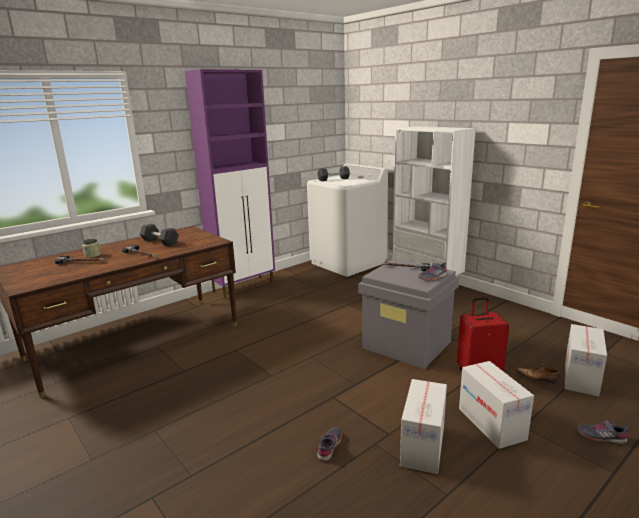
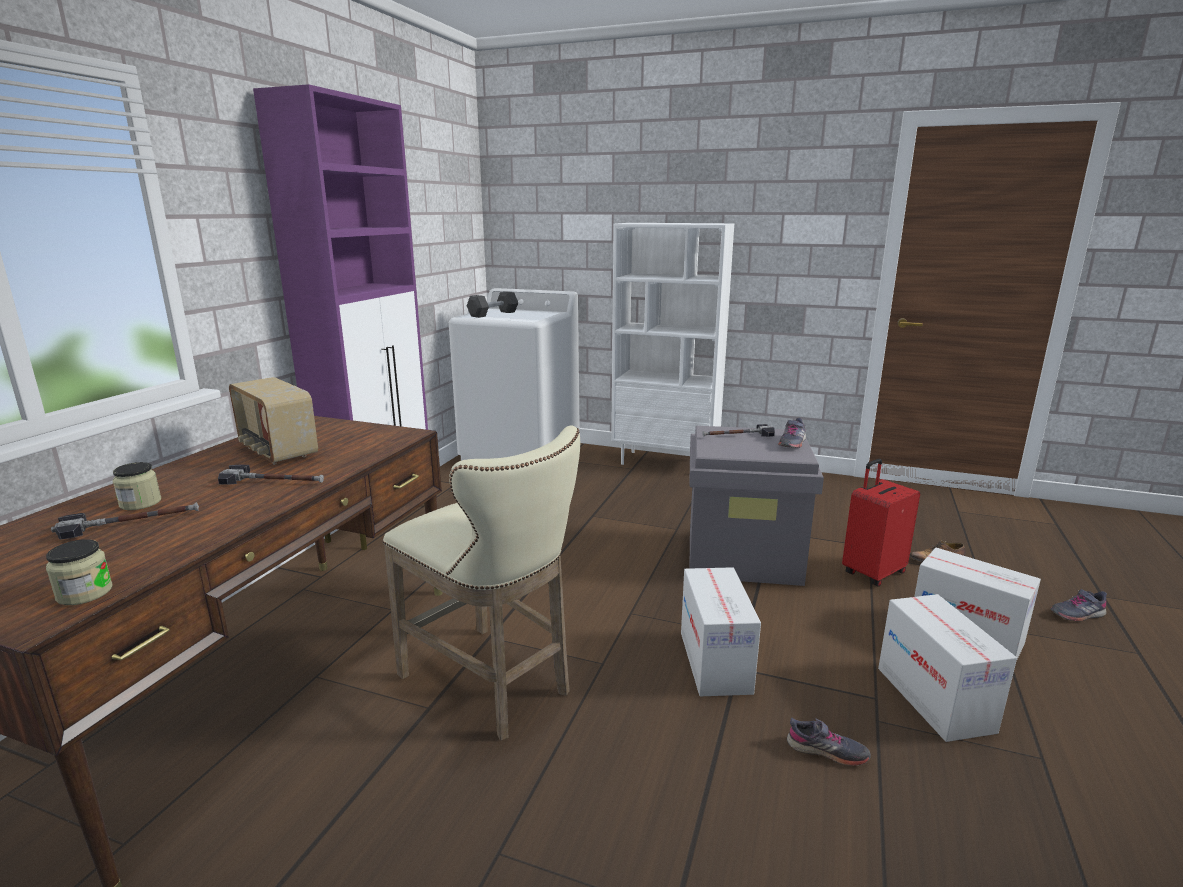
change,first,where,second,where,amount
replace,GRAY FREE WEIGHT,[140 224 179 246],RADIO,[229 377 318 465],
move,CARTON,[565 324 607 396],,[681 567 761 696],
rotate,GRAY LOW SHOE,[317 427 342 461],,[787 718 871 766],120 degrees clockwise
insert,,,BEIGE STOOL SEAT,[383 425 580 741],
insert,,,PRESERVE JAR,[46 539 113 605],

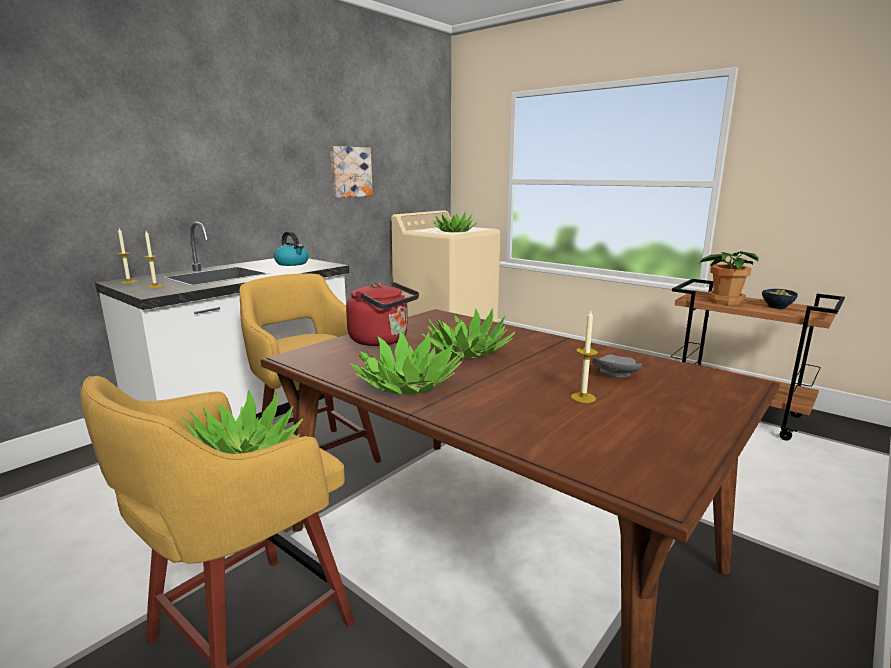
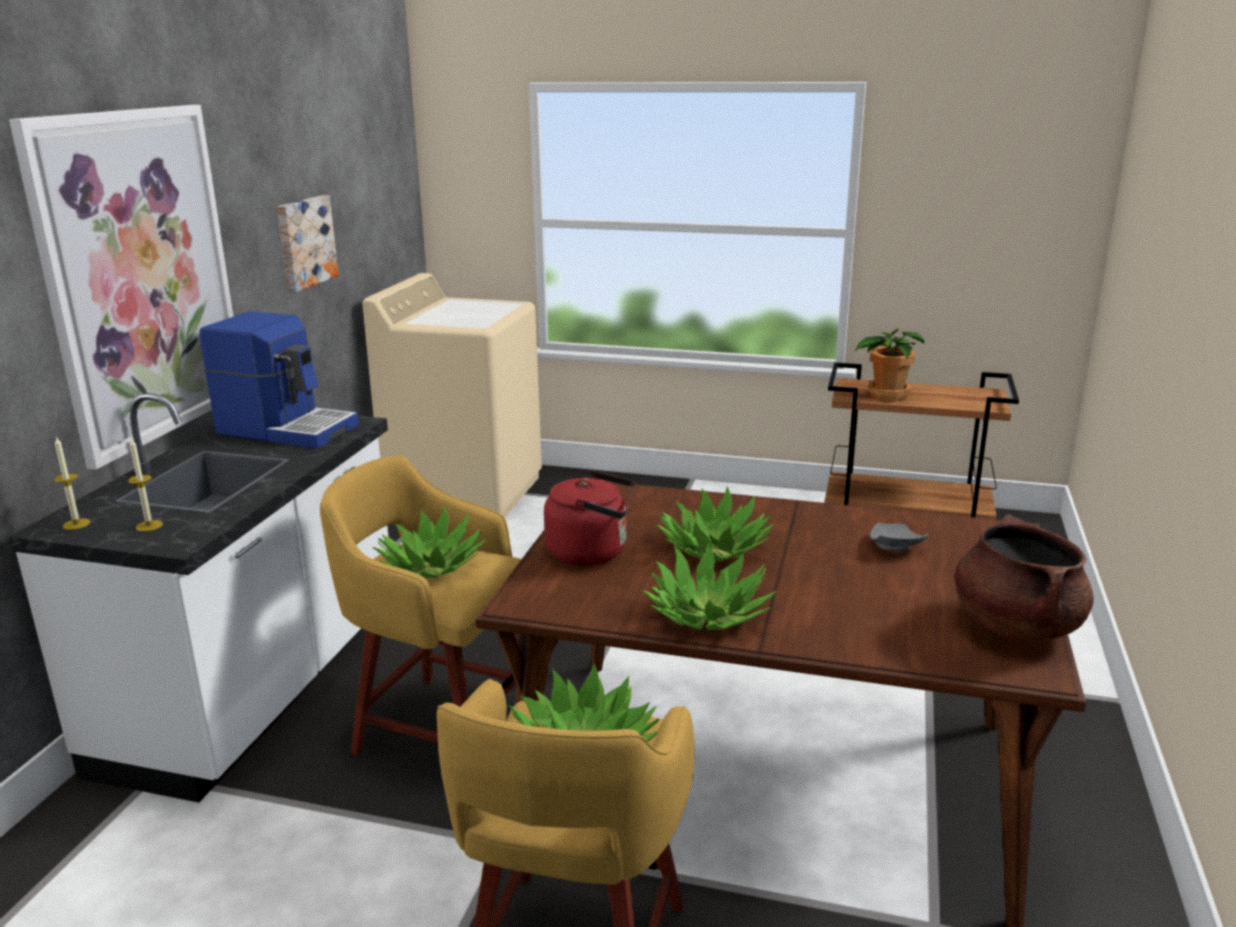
change,first,where,second,where,amount
move,HOUSEPLANT,[432 212 477 232],,[373 506 486 578],
replace,WATER KETTLE,[274 231 309 266],COFFEE MAKER,[199 311 359 448],
delete,DEEP DISH,[762 289 798 309],,,
delete,CANDLE,[571 311 598 403],,,
insert,,,WALL PICTURE,[9 105 233 470],
insert,,,BROWN COOKING POT,[955 514 1094 642],

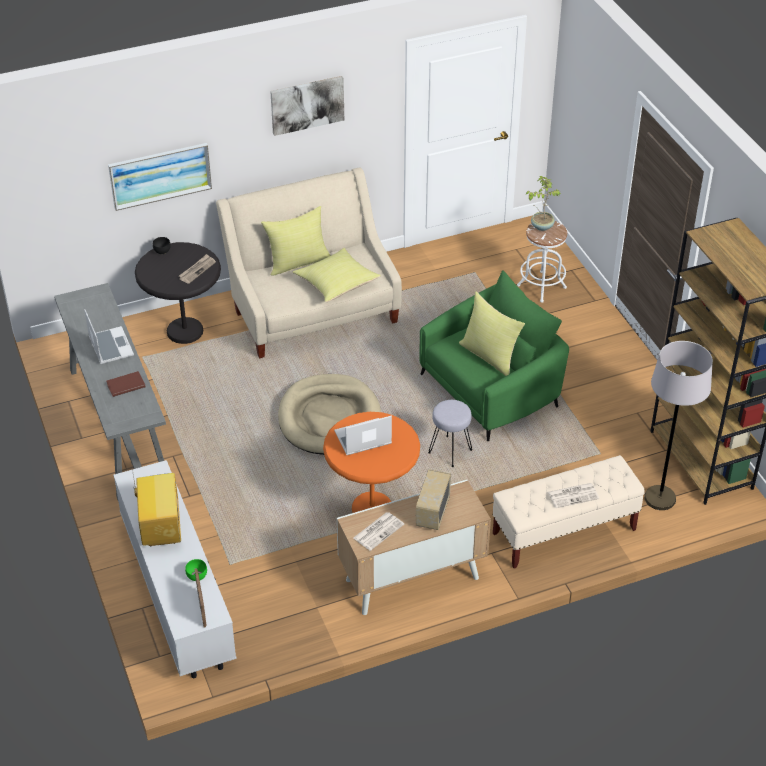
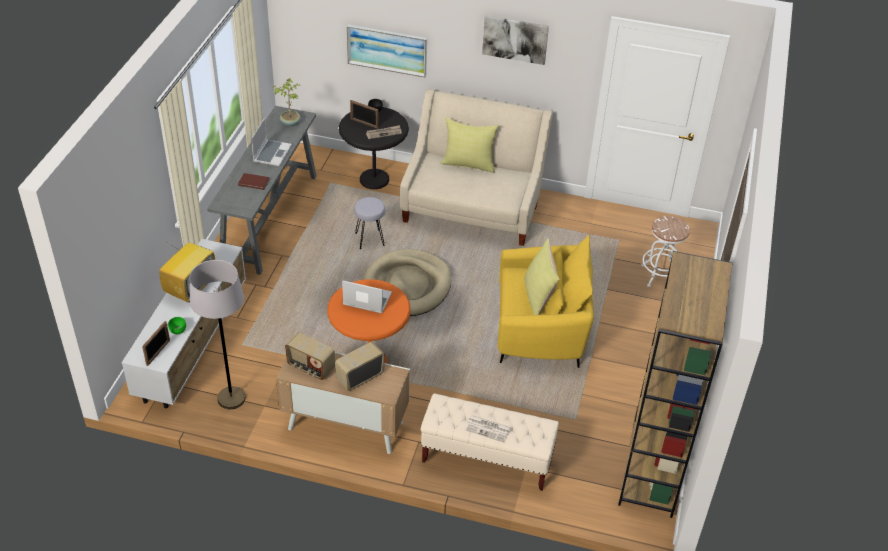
change,first,where,second,where,amount
move,HOUSEPLANT,[526 176 561 231],,[273 78 300 127],
delete,YELLOW PILLOW,[293 248 381 302],,,
recolor,GREEN-COLOURED EASY CHAIR,[419 270 569 441],YELLOW EASY CHAIR,[498 234 594 368],
move,GRAY STANDING LAMP,[644 341 713 510],,[189 260 246 409],
move,GRAY STOOL SEAT,[428 400 472 467],,[354 197 385 249],
replace,NEWSPAPER,[353 512 404 551],RADIO,[285 333 335 380],
insert,,,STANDING FRAME,[350 100 379 129],

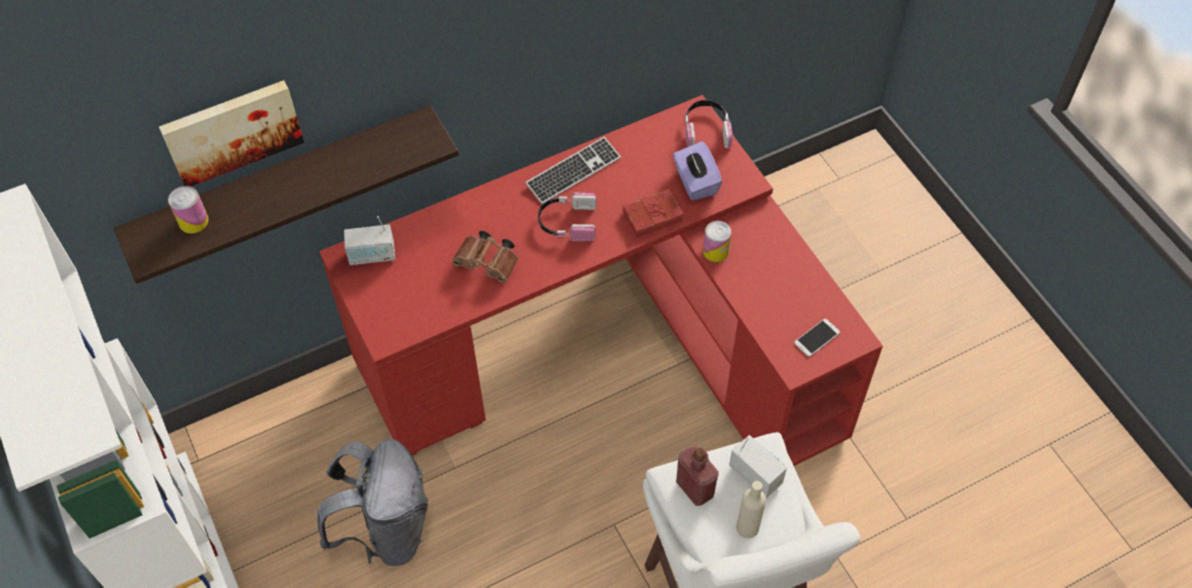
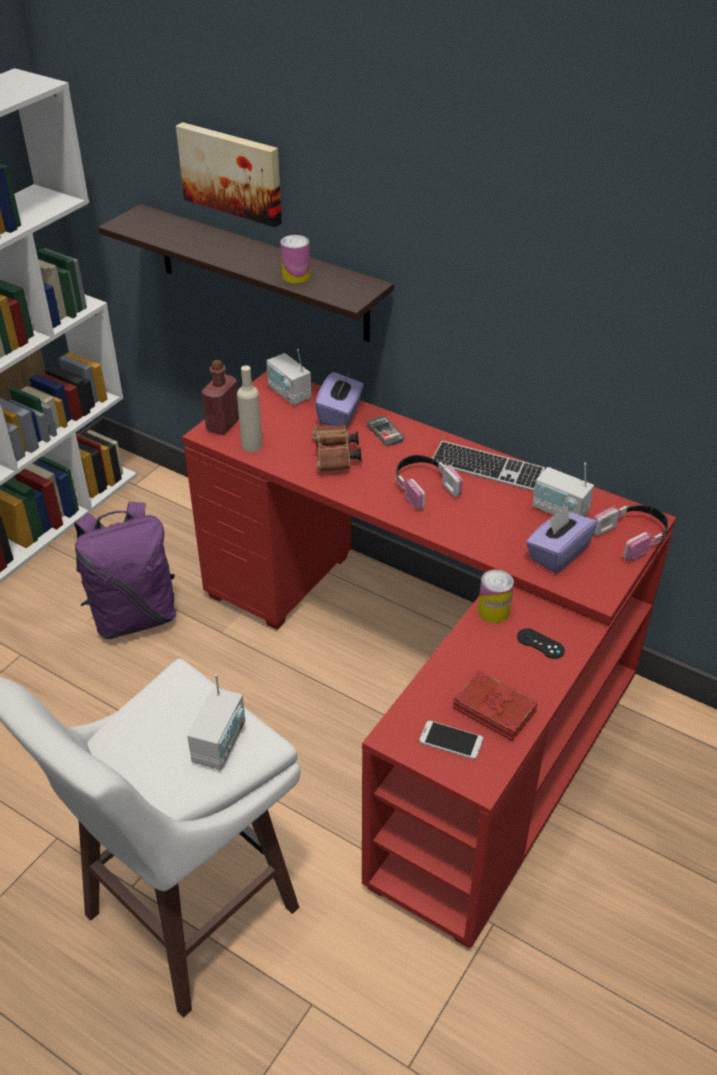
change,first,where,second,where,amount
move,CAN,[168 186 209 233],,[280 235 310 283],
move,REDDISH BOOK,[623 189 684 238],,[453 669 538 741],
recolor,GRAY RUCKSACK,[317 439 428 566],PURPLE-COLOURED RUCKSACK,[74 502 176 639],
move,REDDISH DRINK BOTTLE,[676 446 719 506],,[201 360 239 435],
move,BEIGE DRINK BOTTLE,[736 481 766 538],,[237 365 263 452],
insert,,,PURPLE-COLOURED TISSUE HOLDER,[315 372 364 428],
insert,,,PHONE,[366 416 405 446],
insert,,,RADIO,[532 463 594 517],
insert,,,BLACK GAMEPAD,[517 628 565 659],

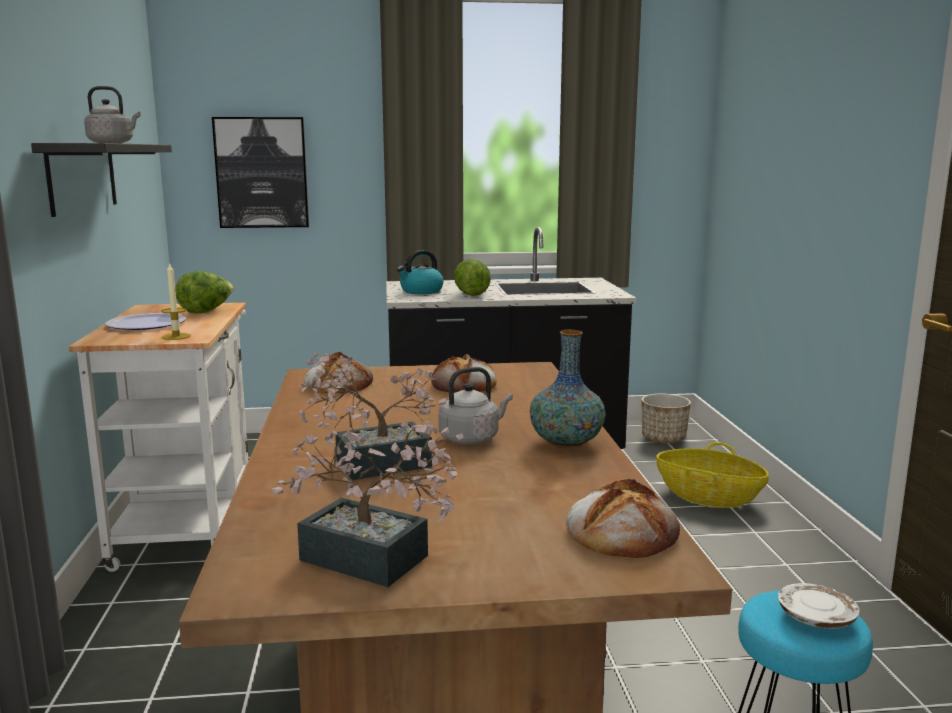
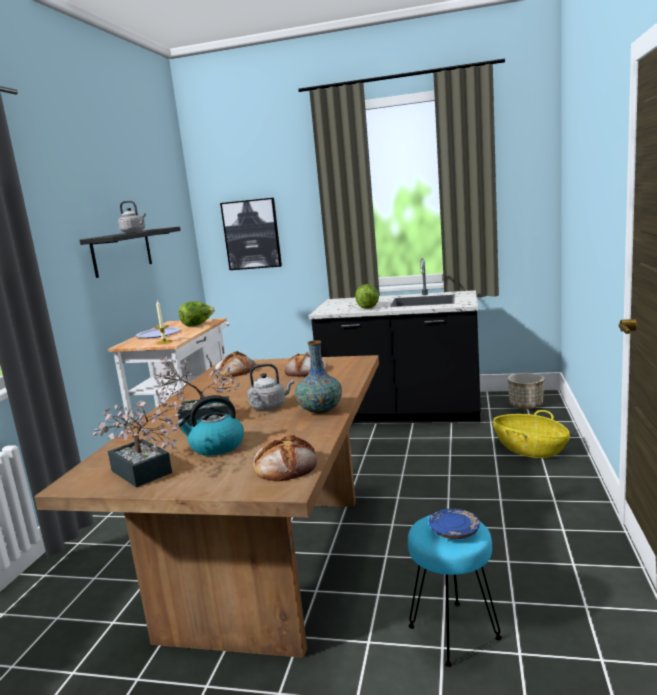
change,first,where,second,where,amount
move,WATER KETTLE,[397 250 444 294],,[176 395 244 456],
recolor,WHITE FLAT DISH,[778 583 860 629],BLUE FLAT DISH,[429 509 480 539],

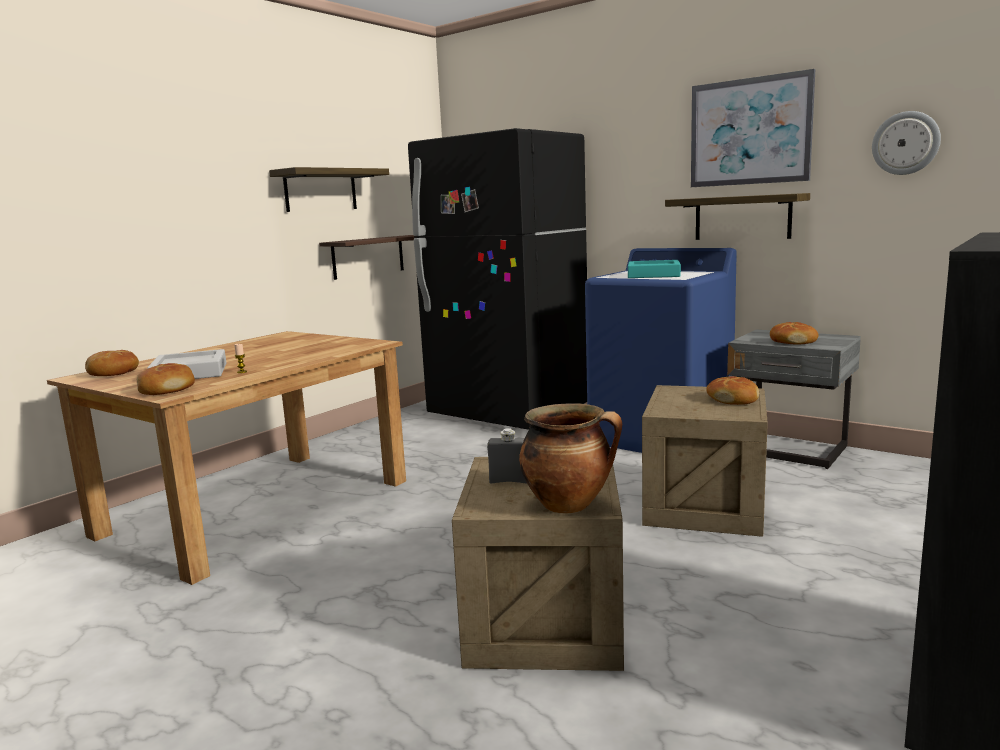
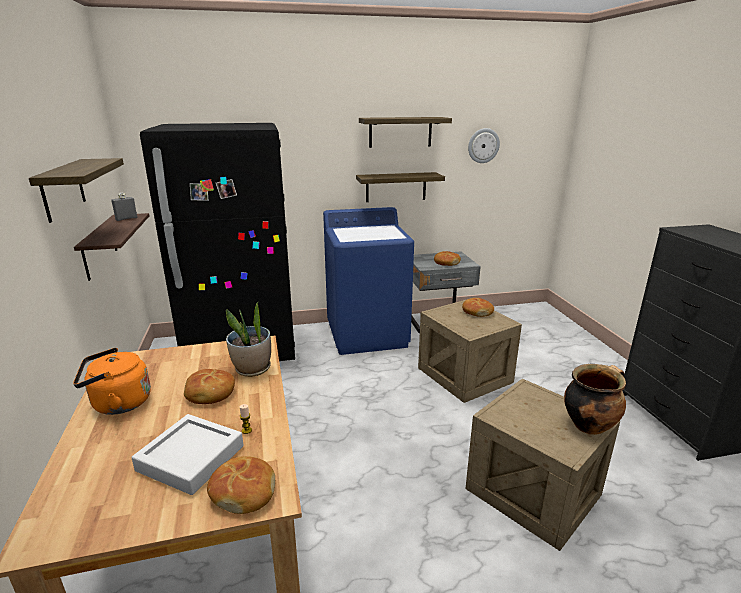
change,first,where,second,where,amount
replace,WALL PICTURE,[691 69 815 187],BRACKET SHELF,[359 117 452 148],
delete,TURQUOISE CARRYING TRAY,[628 260 681 278],,,
move,BAKED BREAD,[85 350 139 376],,[184 369 235 404],
move,GRAY DRINK BOTTLE,[487 428 527 483],,[111 193 138 221],
insert,,,HOUSEPLANT,[226 301 271 377],
insert,,,ORANGE WATER KETTLE,[73 348 151 415],

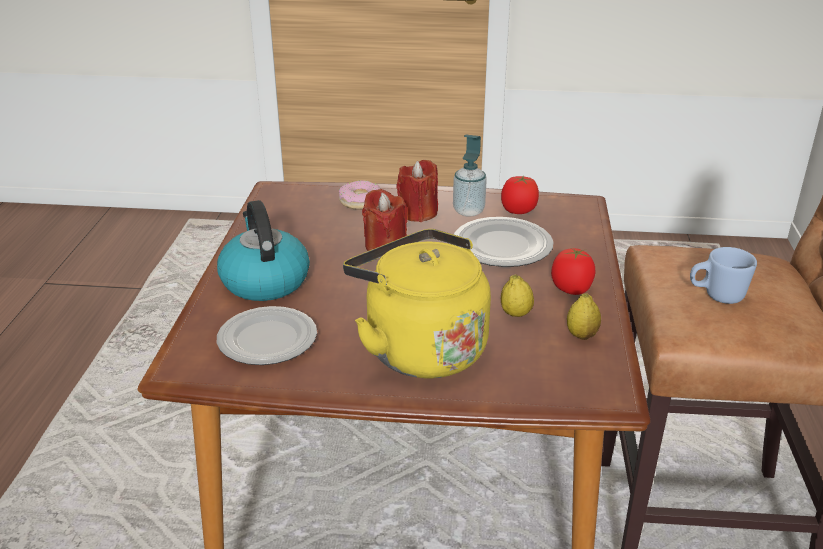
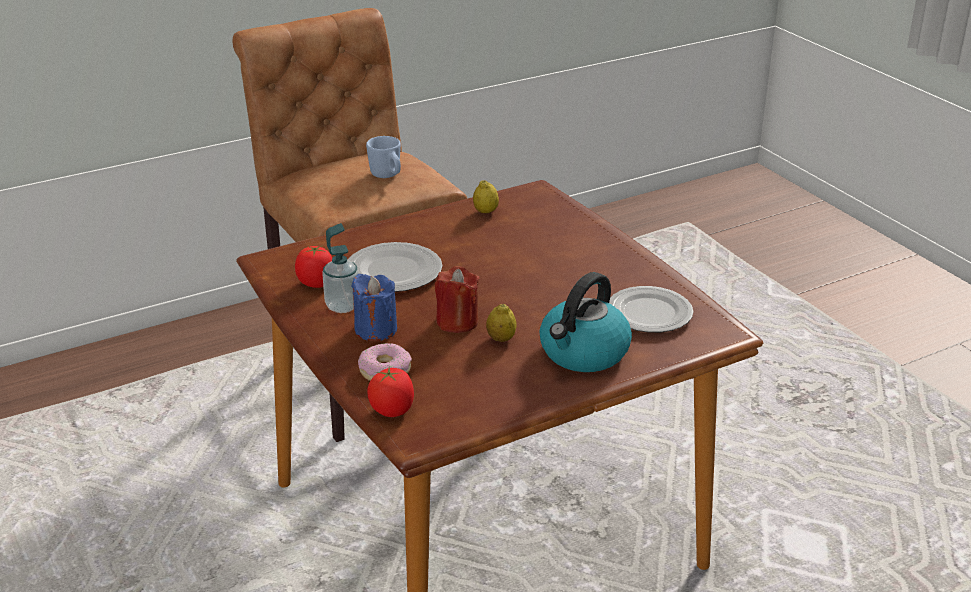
change,first,where,second,where,amount
recolor,REDDISH CANDLE,[396 160 438 222],BLUE CANDLE,[351 274 397 341],
delete,YELLOW WATER KETTLE,[343 229 491 378],,,
move,WHOLE TOMATO,[551 248 595 295],,[367 366 414 417],
move,CITRUS FRUIT,[501 274 534 317],,[486 304 517 342],

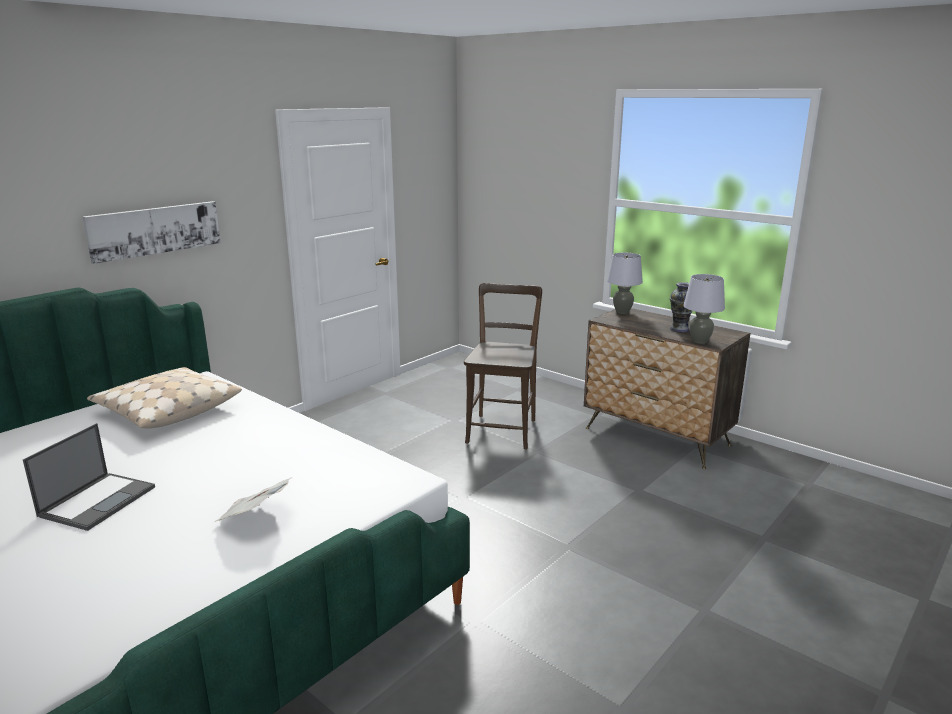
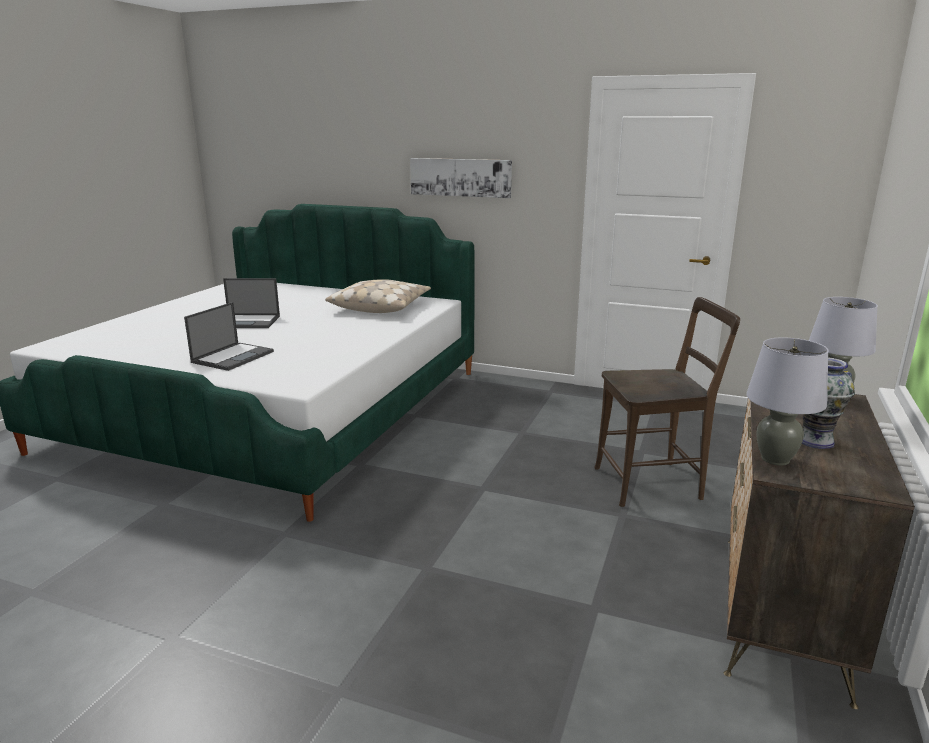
change,first,where,second,where,amount
replace,NEWSPAPER,[215 477 293 522],LAPTOP,[184 302 274 371],

